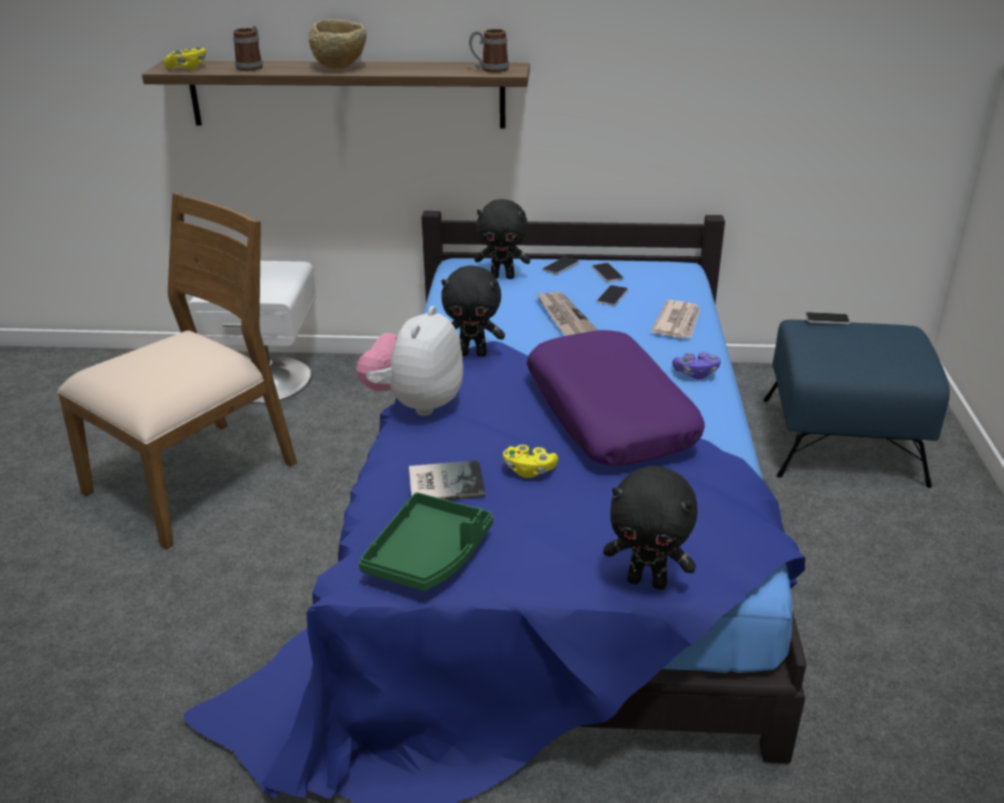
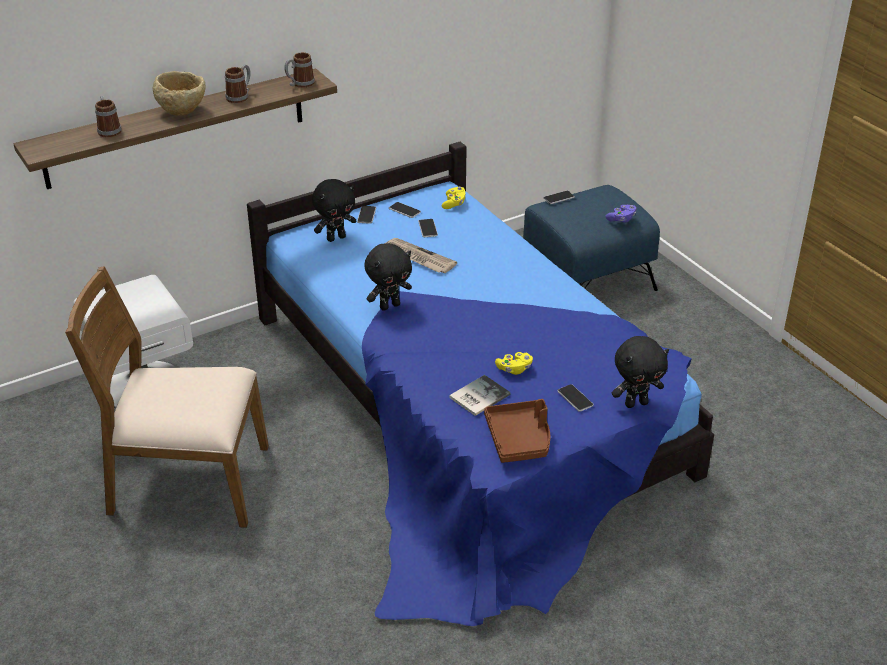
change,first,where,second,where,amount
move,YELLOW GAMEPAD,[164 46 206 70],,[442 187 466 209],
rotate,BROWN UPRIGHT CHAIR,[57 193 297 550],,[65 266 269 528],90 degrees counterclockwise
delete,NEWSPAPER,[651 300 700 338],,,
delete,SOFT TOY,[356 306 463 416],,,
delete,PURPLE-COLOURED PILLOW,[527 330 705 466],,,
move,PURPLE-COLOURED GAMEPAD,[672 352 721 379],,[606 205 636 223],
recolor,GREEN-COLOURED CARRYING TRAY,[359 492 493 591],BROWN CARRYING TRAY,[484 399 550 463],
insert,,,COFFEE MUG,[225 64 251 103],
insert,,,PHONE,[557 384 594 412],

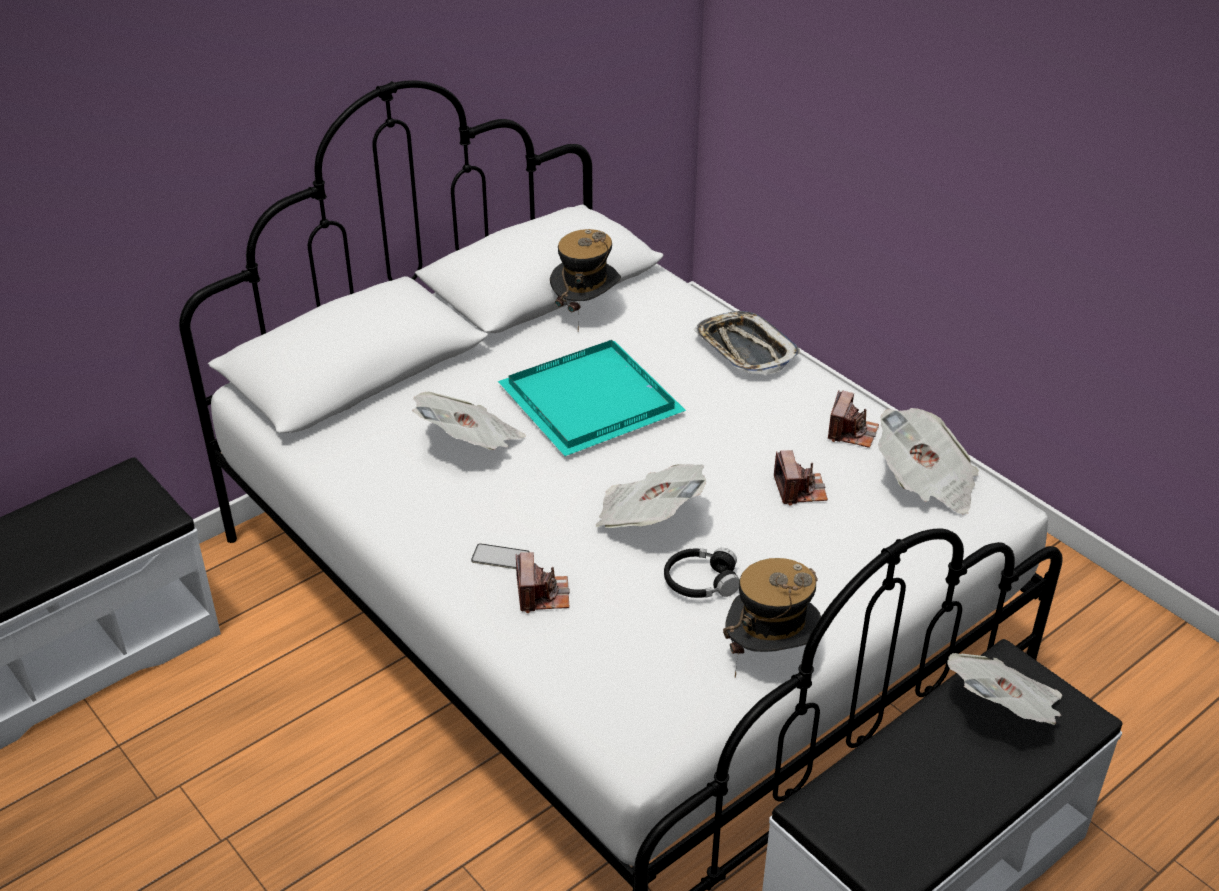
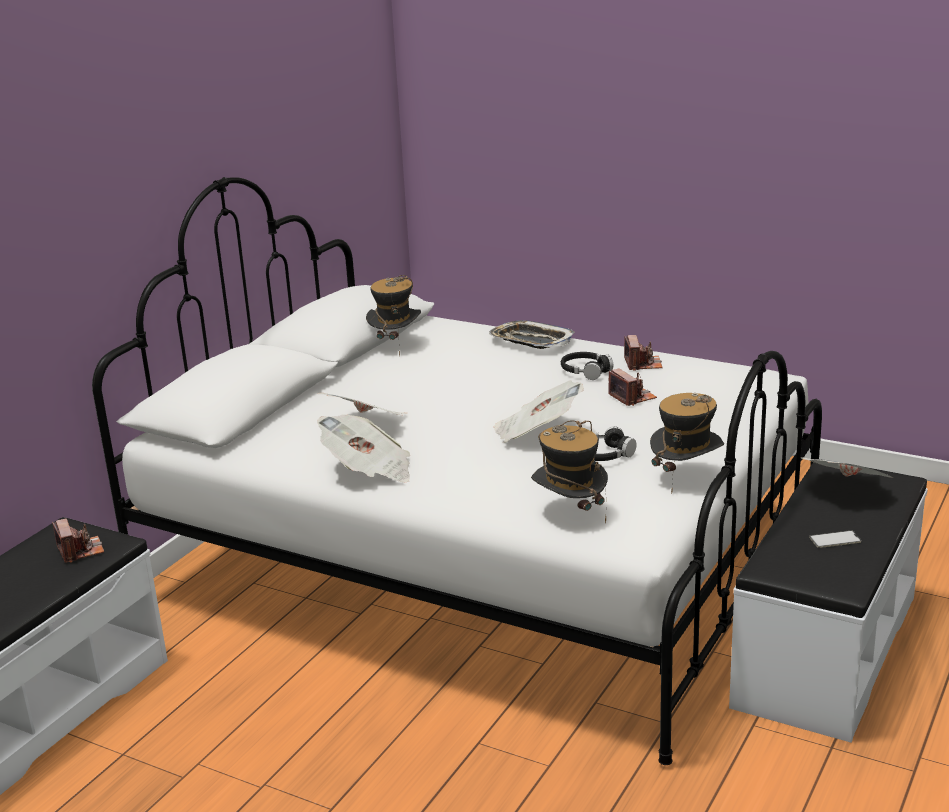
change,first,where,second,where,amount
delete,TURQUOISE CARRYING TRAY,[498 340 686 456],,,
move,NEWSPAPER,[878 408 979 514],,[317 415 410 482],
move,PHONE,[471 543 530 569],,[809 530 862 548],
move,STILL CAMERA,[516 552 570 613],,[52 518 104 563],
insert,,,BLACK HEADPHONES,[561 352 613 380],
insert,,,WEARABLE HAT,[531 420 608 523],

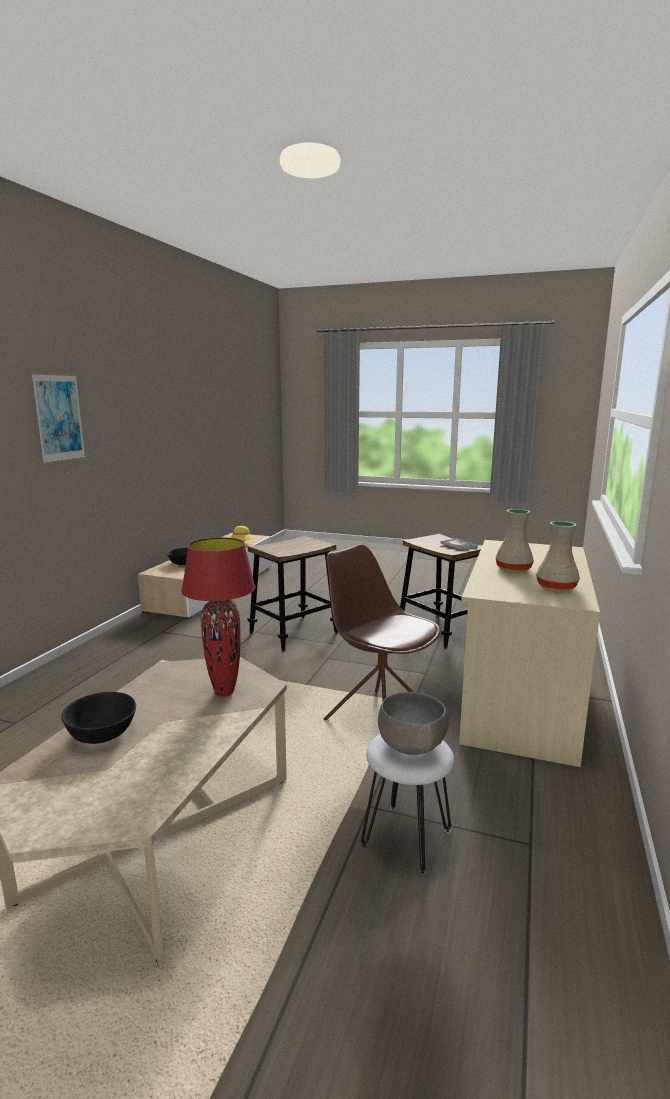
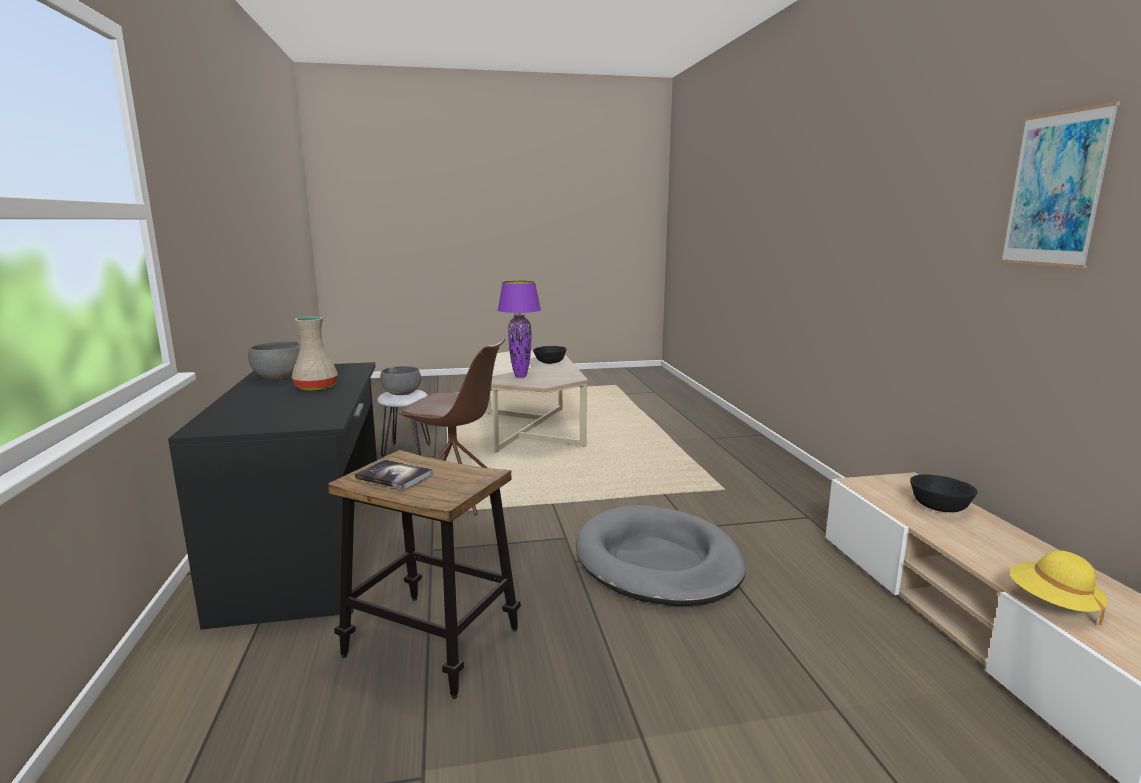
change,first,where,second,where,amount
move,WALL PICTURE,[31 373 86 464],,[1000 102 1120 268],
replace,BEIGE DECORATIVE VASE,[536 521 580 591],GRAY DEEP DISH,[248 341 300 380],
replace,STOOL SEAT,[247 536 338 652],GRAY DOG BED,[576 505 746 606],
recolor,REDDISH LAMP FOR A TABLE,[181 537 256 697],PURPLE-COLOURED LAMP FOR A TABLE,[498 281 541 378],
recolor,BEIGE DESK UNIT,[459 540 600 767],BLACK DESK UNIT,[168 362 377 630],

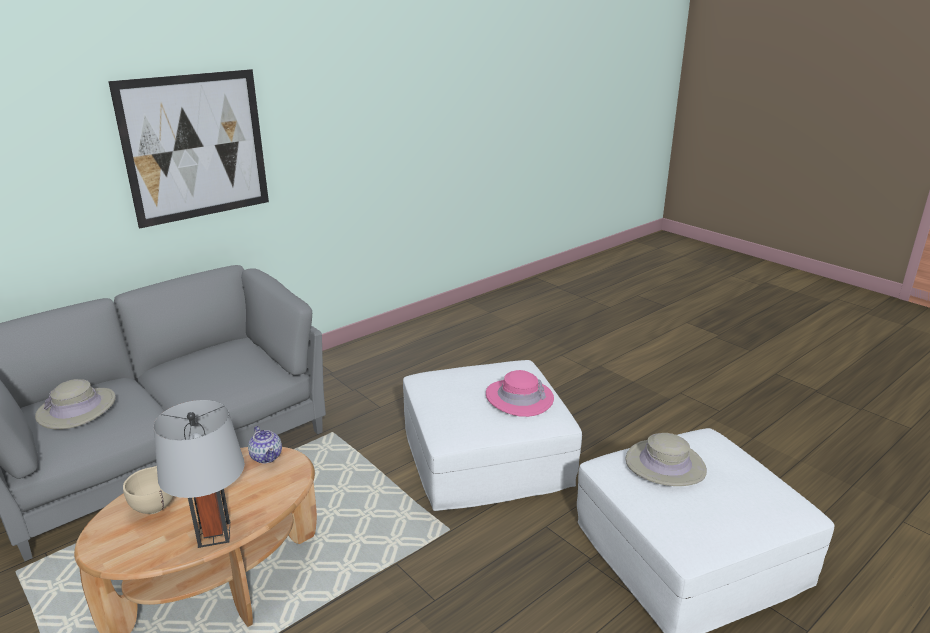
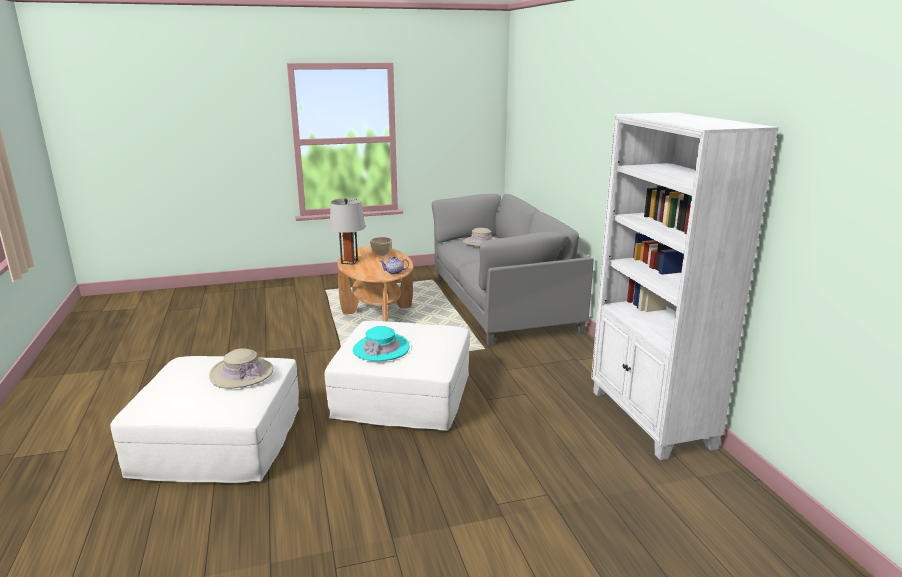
change,first,where,second,where,amount
delete,WALL PICTURE,[108 69 269 229],,,
recolor,PINK WEARABLE HAT,[486 370 554 417],TURQUOISE WEARABLE HAT,[353 326 410 361],
insert,,,WHITE BOOKCASE,[591 112 779 460],

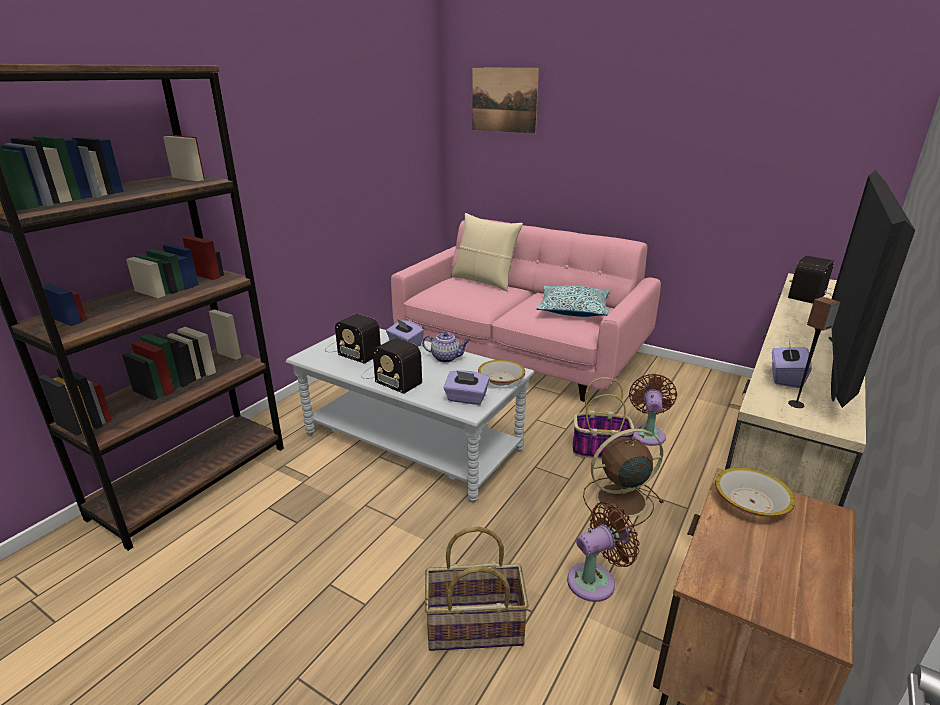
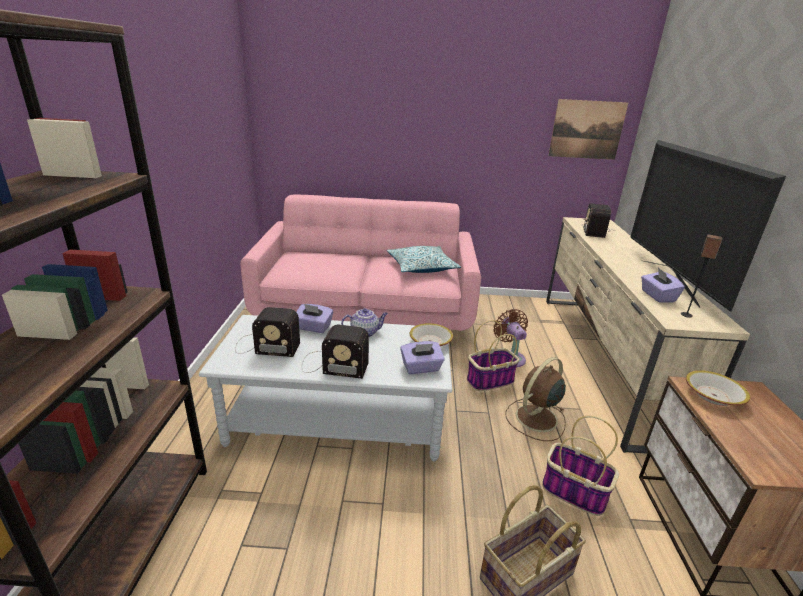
change,first,where,second,where,amount
move,WALL PICTURE,[472 68 539 134],,[548 99 628 160],
delete,BEIGE PILLOW,[452 213 523 291],,,
replace,BROWN COOLING FAN,[567 501 640 602],STORAGE BASKET,[542 416 619 516],

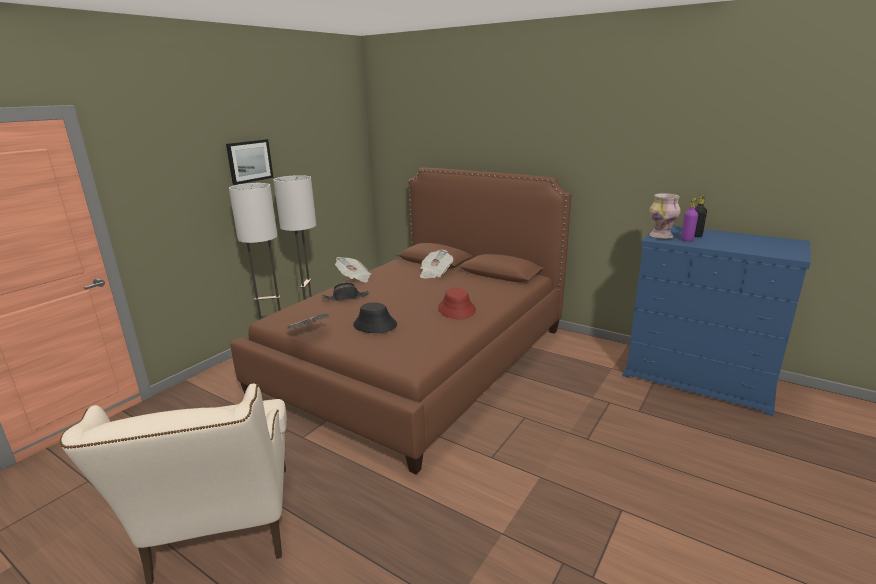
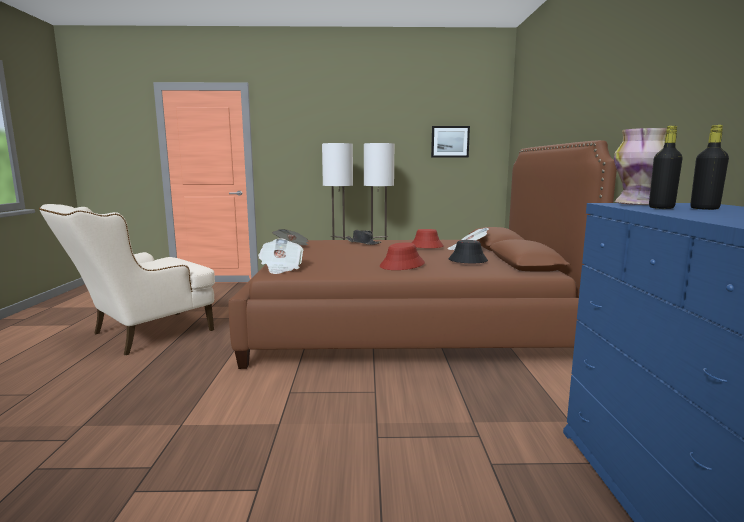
change,first,where,second,where,amount
move,WALL PICTURE,[226 139 274 185],,[431 126 470 158],
recolor,PURPLE-COLOURED DRINK BOTTLE,[681 198 698 242],BLACK DRINK BOTTLE,[649 126 683 209],
move,NEWSPAPER,[335 257 371 282],,[258 239 304 274],
move,BLACK WEARABLE HAT,[353 302 397 333],,[448 240 488 263],
insert,,,REDDISH WEARABLE HAT,[412 229 444 248],

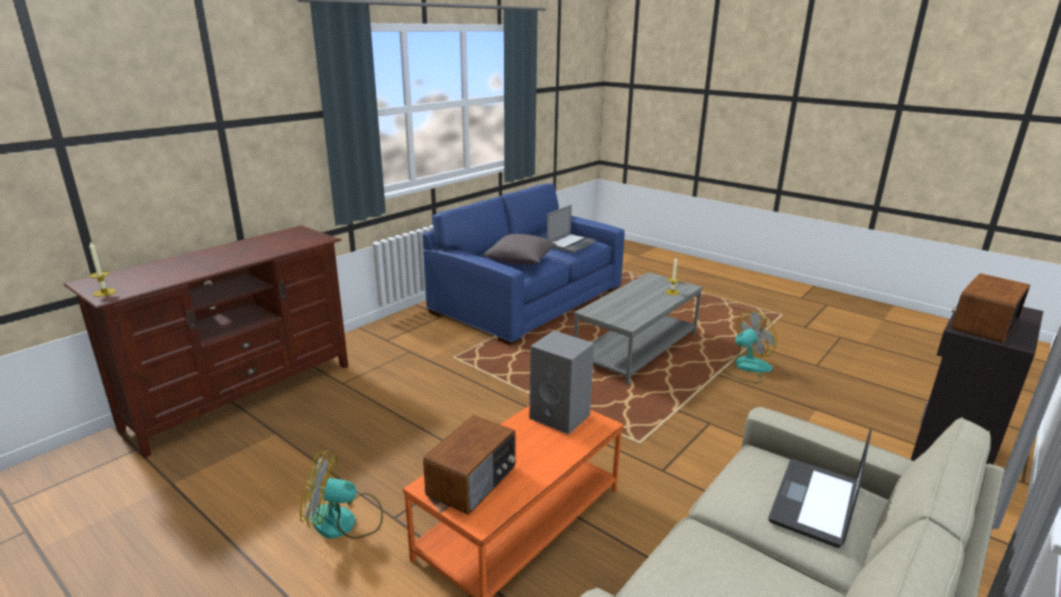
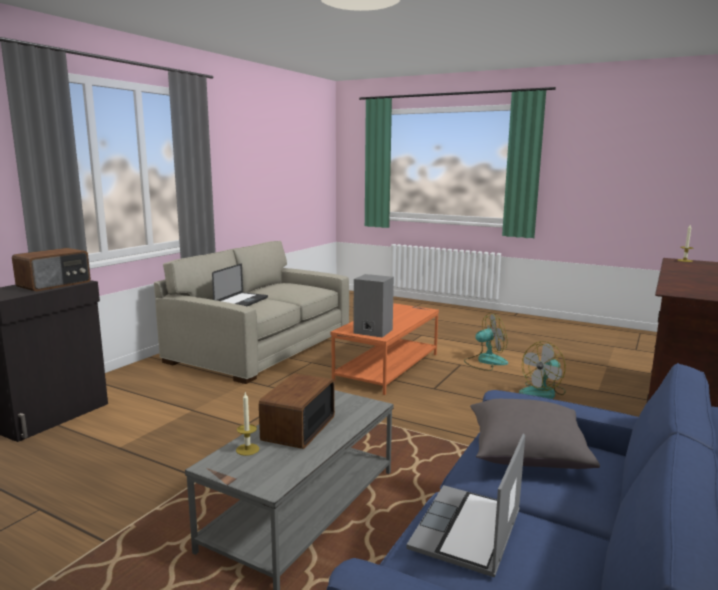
change,first,where,second,where,amount
move,COOLING FAN,[722 310 777 384],,[519 341 566 399],
move,RADIO,[423 415 516 515],,[259 373 335 449],

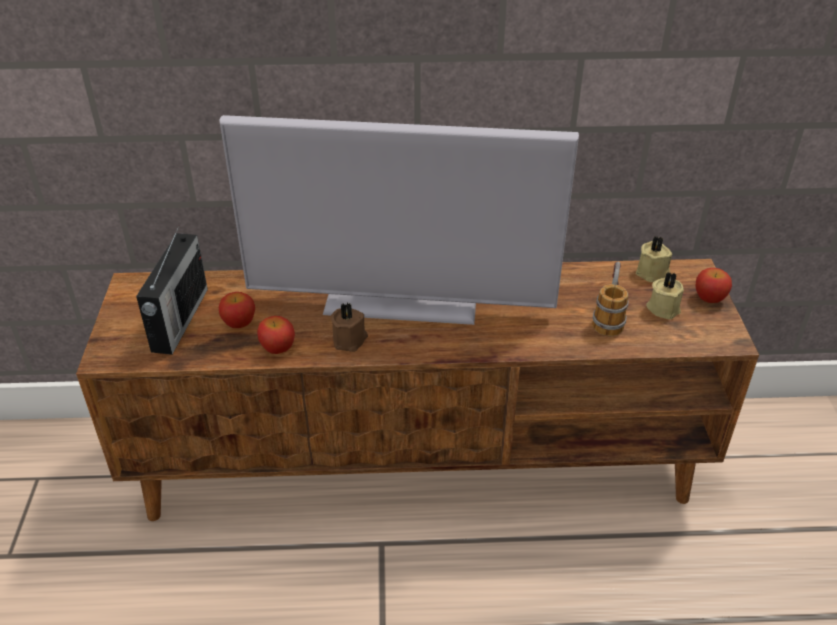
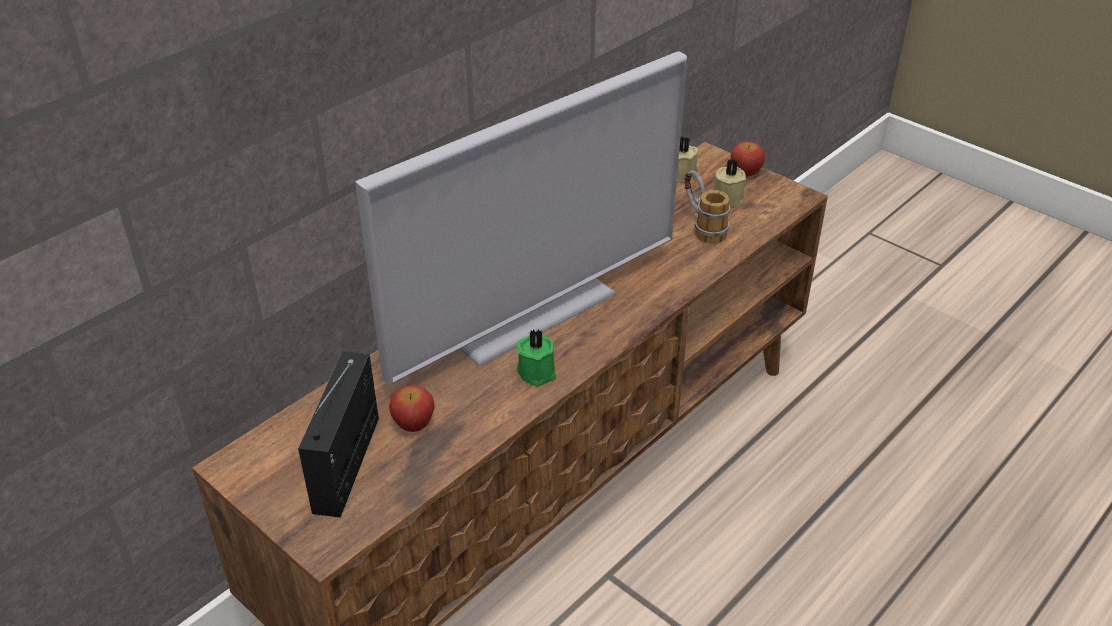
change,first,where,second,where,amount
rotate,RADIO,[136 226 208 355],,[298 351 379 518],135 degrees counterclockwise
recolor,BROWN CANDLE,[331 303 368 352],GREEN-COLOURED CANDLE,[516 329 556 386],
delete,APPLE,[257 316 295 354],,,

